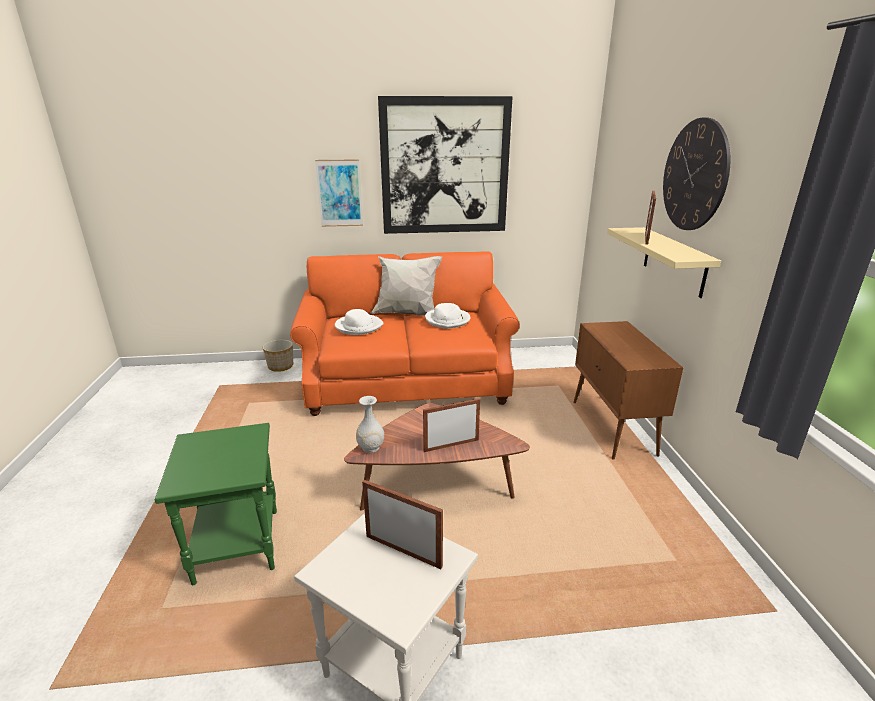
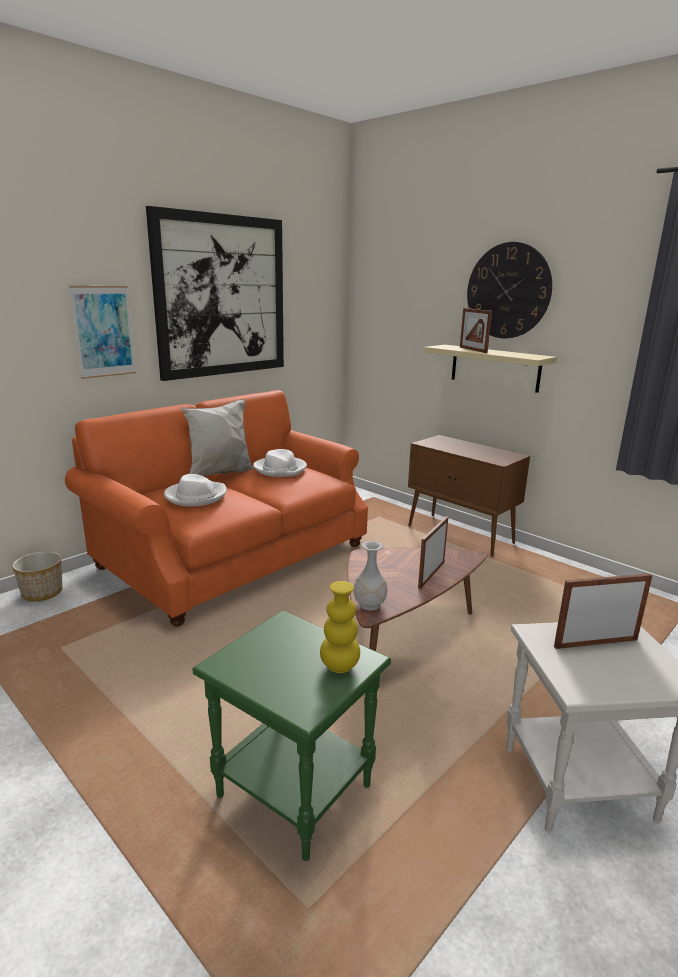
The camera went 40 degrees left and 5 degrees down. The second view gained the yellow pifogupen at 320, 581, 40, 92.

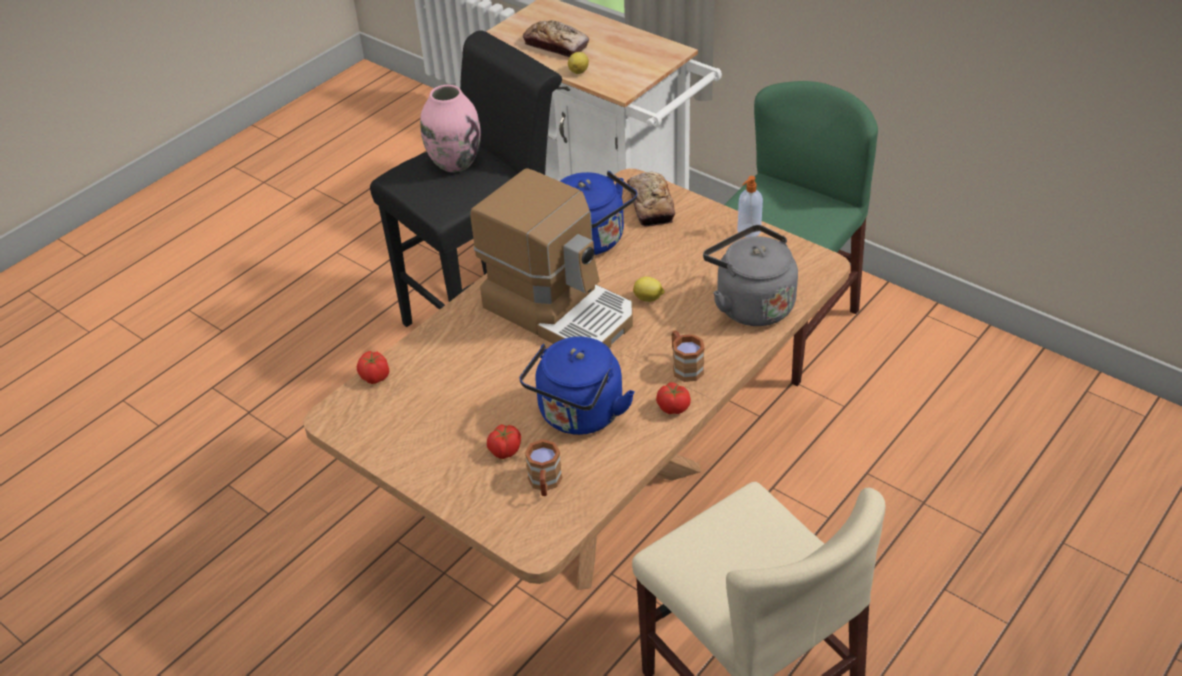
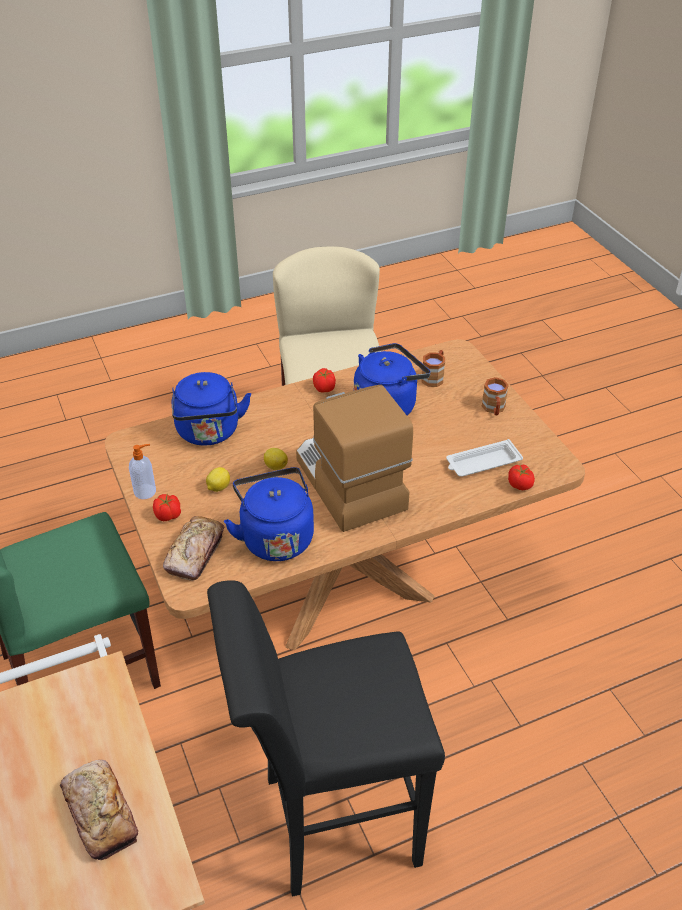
The camera went 155 degrees left and 0 degrees up. The second view lost the pink pifogupen at 420, 85, 61, 87. The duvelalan ended up elsewhere, having gone from 487, 424, 34, 35 to 153, 494, 28, 27. The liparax ended up elsewhere, having gone from 568, 52, 21, 22 to 206, 467, 24, 25. The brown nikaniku ended up elsewhere, having gone from 672, 330, 33, 52 to 482, 377, 27, 38. What was the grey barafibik at 703, 225, 95, 101 turned into the blue barafibik at 172, 372, 79, 74. The second view gained the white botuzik at 446, 439, 77, 38.

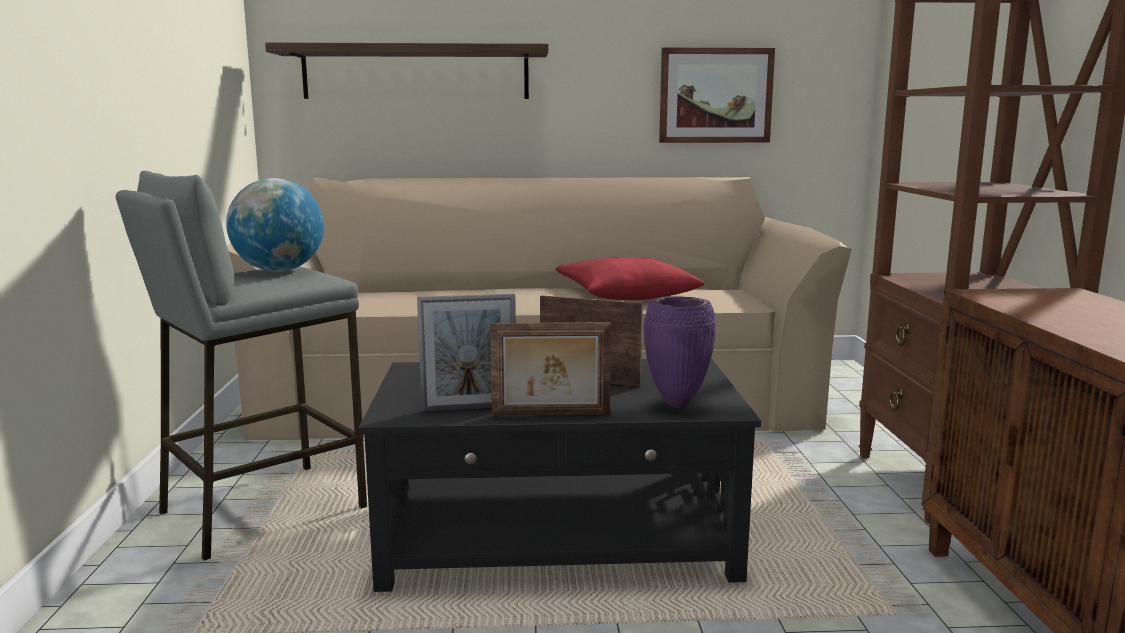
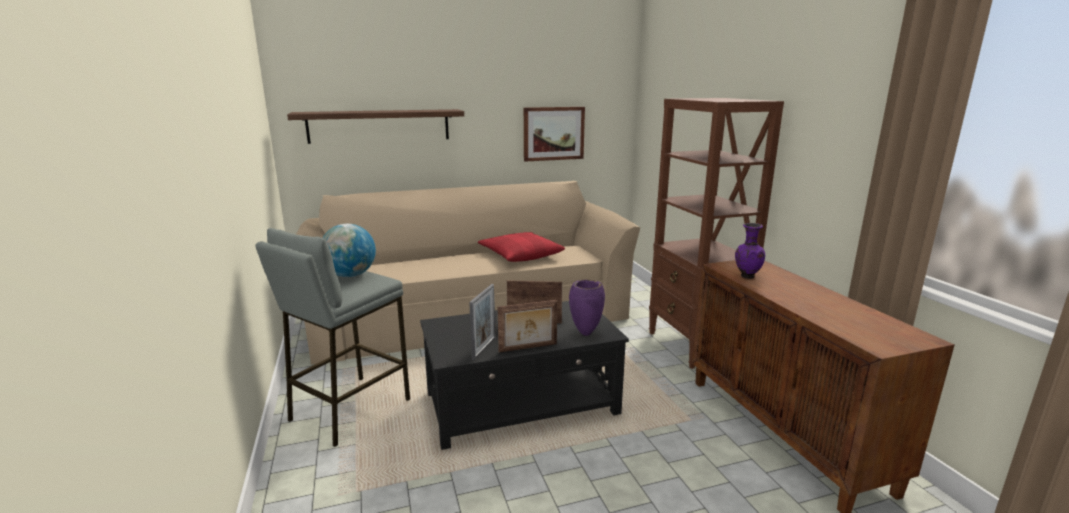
The camera went 15 degrees left and 5 degrees up. The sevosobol at 417, 293, 99, 119 ended up facing another way, 45 degrees counterclockwise from before. The second view gained the purple pifogupen at 735, 223, 30, 56.

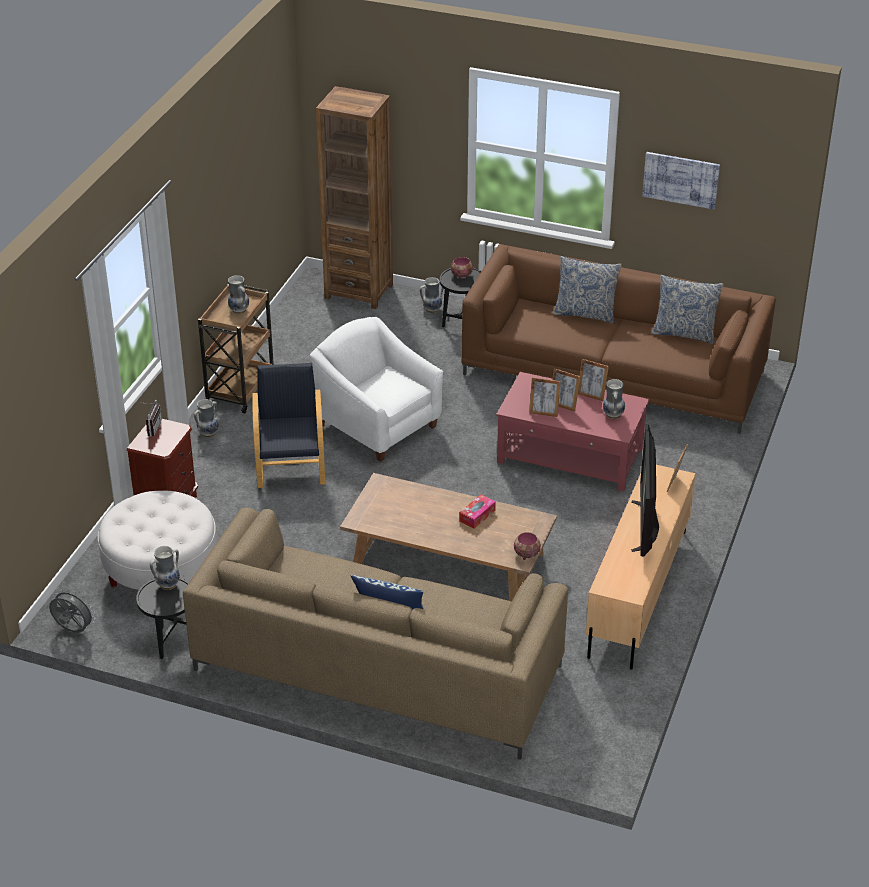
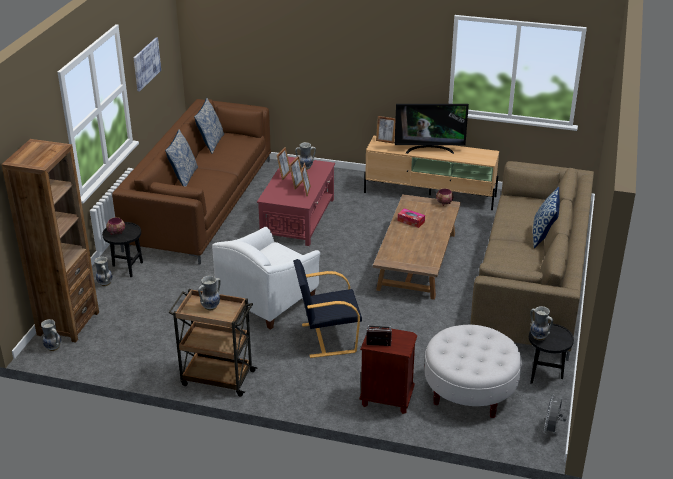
The camera went 95 degrees left and 5 degrees down. The pifogupen ended up elsewhere, having gone from 194, 399, 25, 38 to 41, 319, 20, 32.

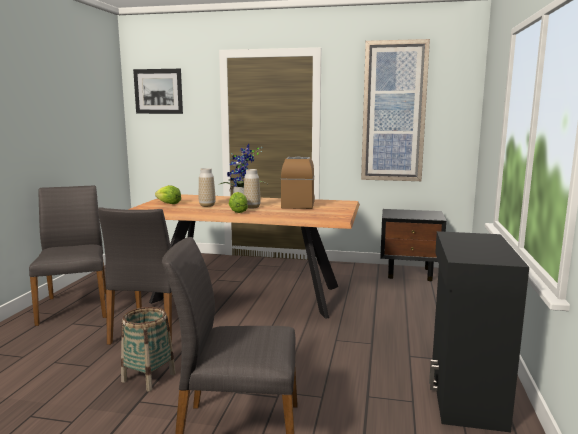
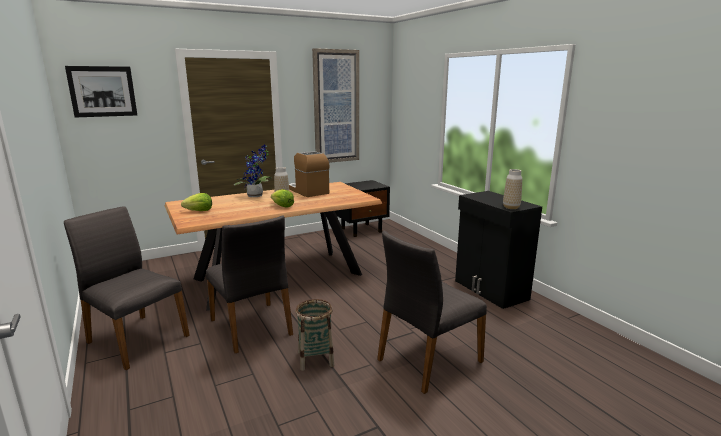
The camera went 40 degrees left and 5 degrees up. The pifogupen ended up elsewhere, having gone from 199, 168, 17, 39 to 503, 169, 19, 40.

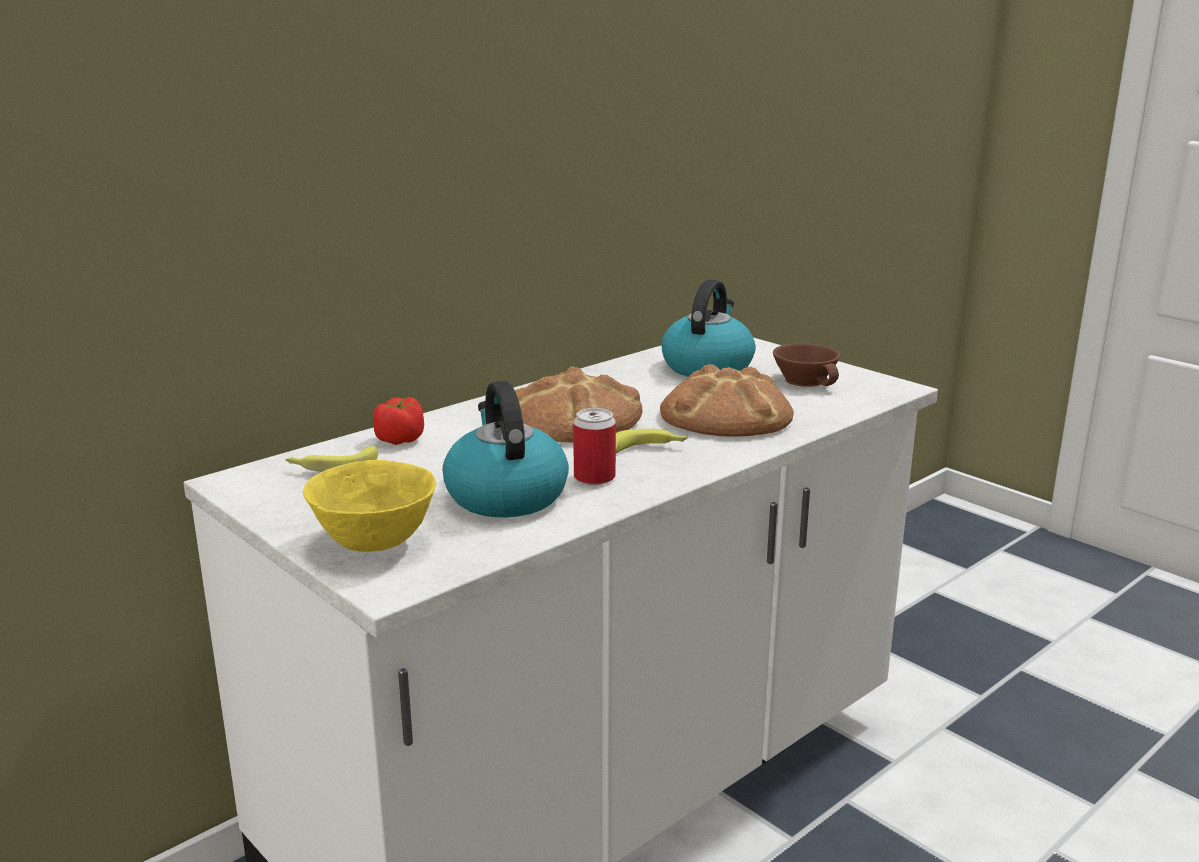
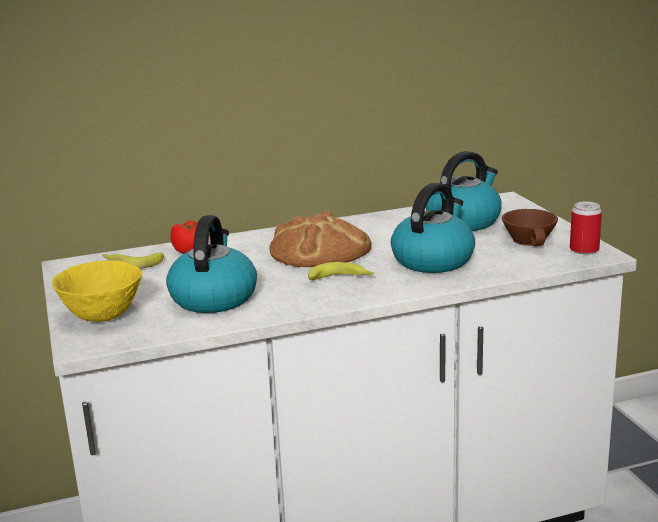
The camera went 25 degrees right and 0 degrees up. The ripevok ended up elsewhere, having gone from 573, 408, 43, 77 to 570, 202, 32, 52. Where the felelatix stood at 660, 364, 134, 73, the barafibik came to stand at 391, 183, 84, 90.

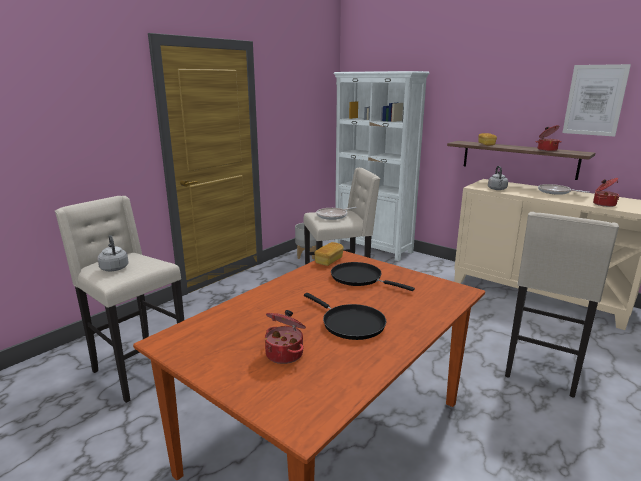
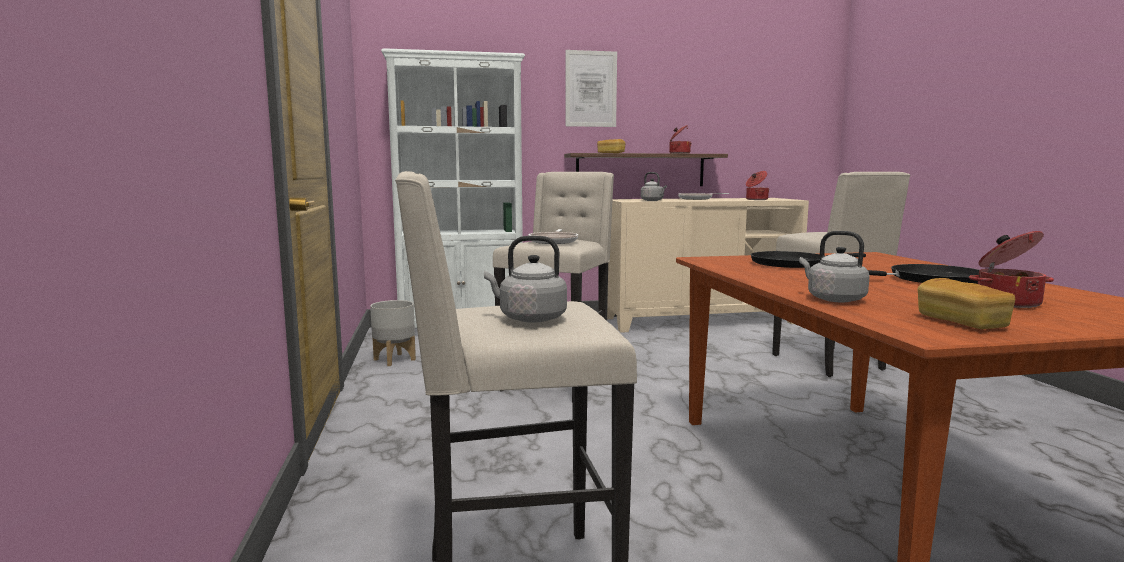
The camera went 50 degrees left and 10 degrees down. The felelatix ended up elsewhere, having gone from 315, 242, 29, 24 to 918, 278, 97, 51. The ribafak ended up elsewhere, having gone from 562, 64, 69, 73 to 565, 50, 52, 77. The second view gained the grey barafibik at 799, 231, 71, 72.

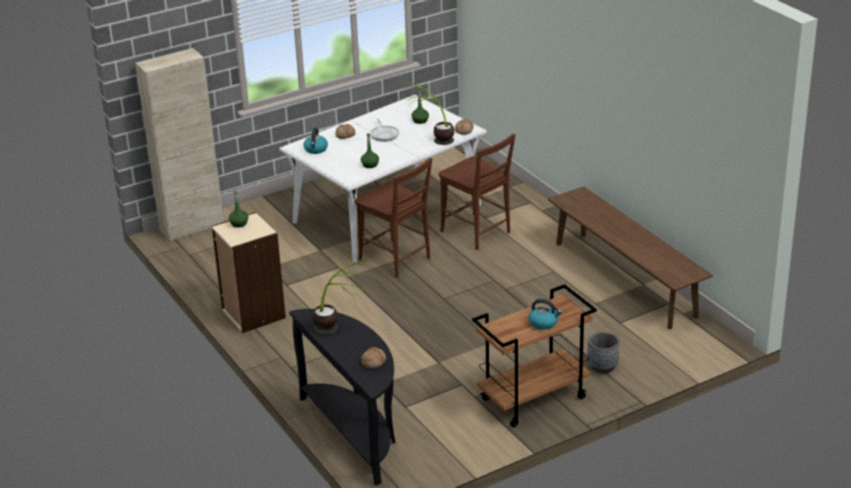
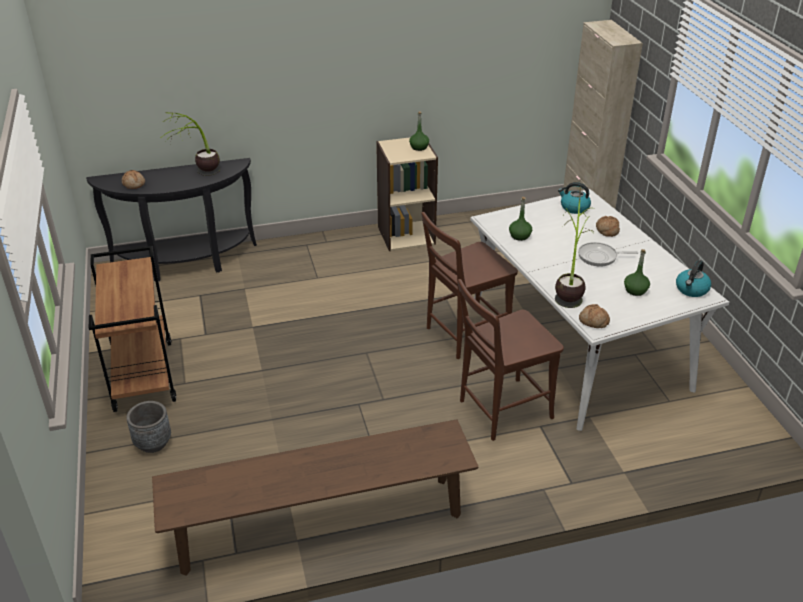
The camera went 105 degrees right and 5 degrees up. The barafibik ended up elsewhere, having gone from 528, 299, 34, 31 to 676, 260, 35, 37.

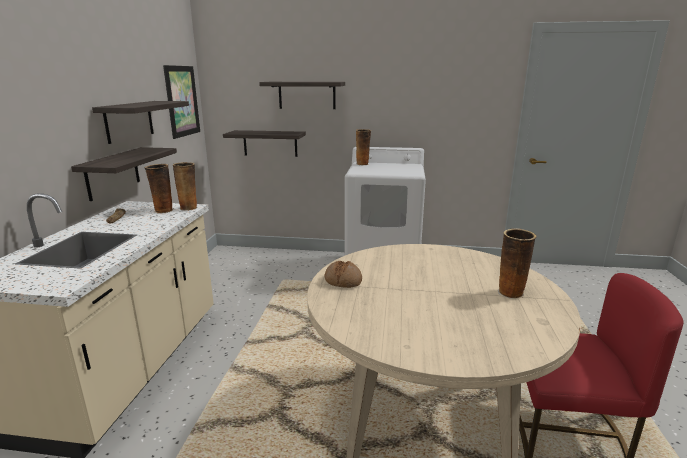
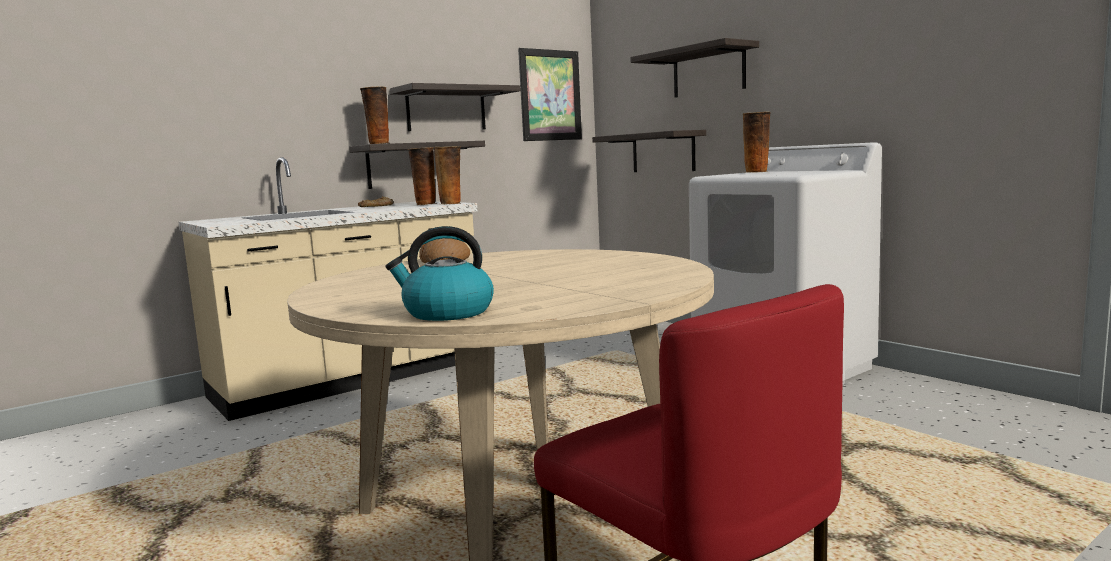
The camera went 45 degrees right and 10 degrees down. The pifogupen ended up elsewhere, having gone from 498, 228, 39, 71 to 360, 87, 29, 57. The second view gained the barafibik at 386, 226, 108, 95.

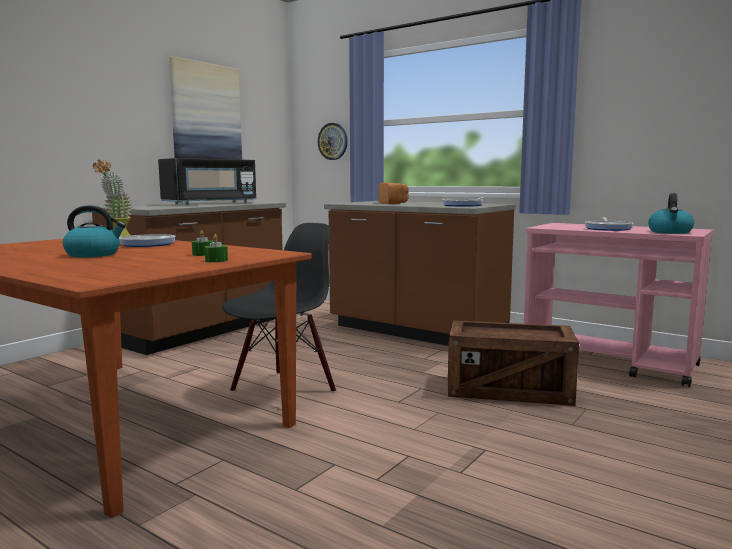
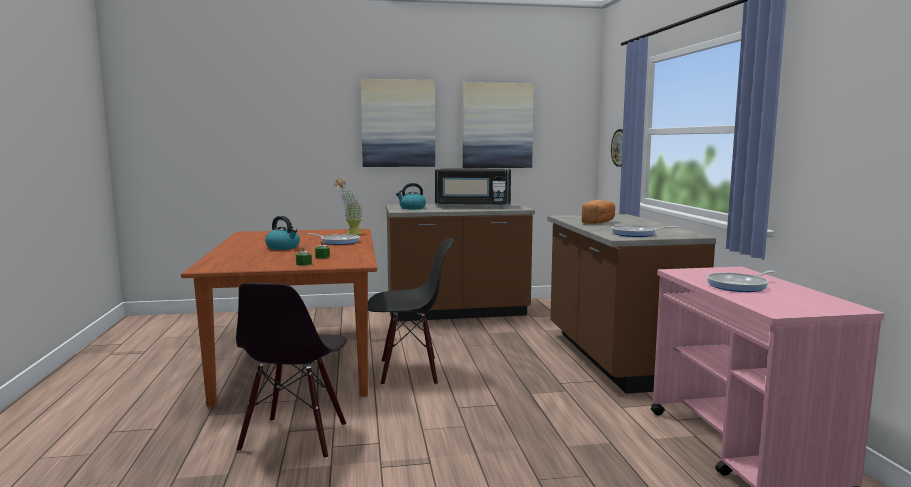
The camera went 45 degrees right and 0 degrees up. The second view lost the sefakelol at 448, 320, 131, 86. The barafibik ended up elsewhere, having gone from 648, 193, 46, 41 to 396, 183, 30, 26. The second view gained the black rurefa at 236, 283, 111, 176. The second view gained the ribafak at 360, 79, 75, 88.

